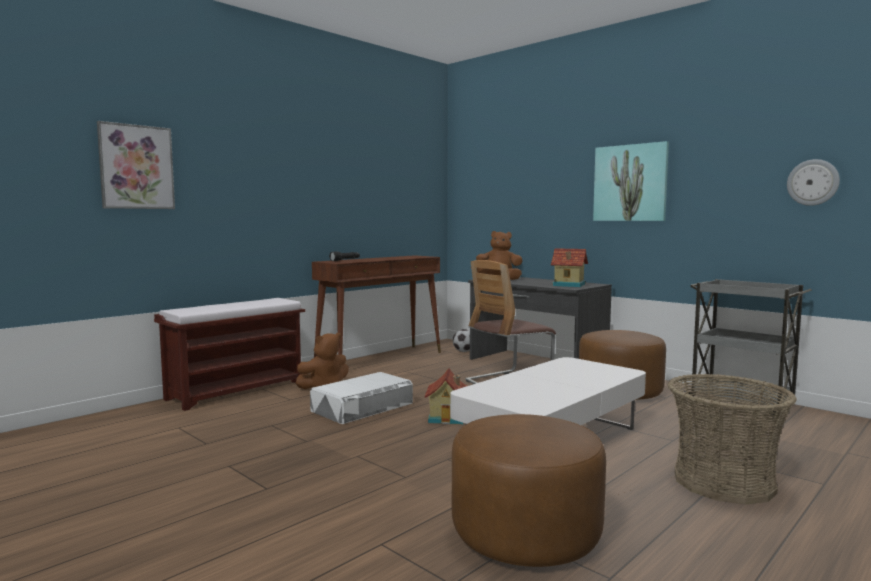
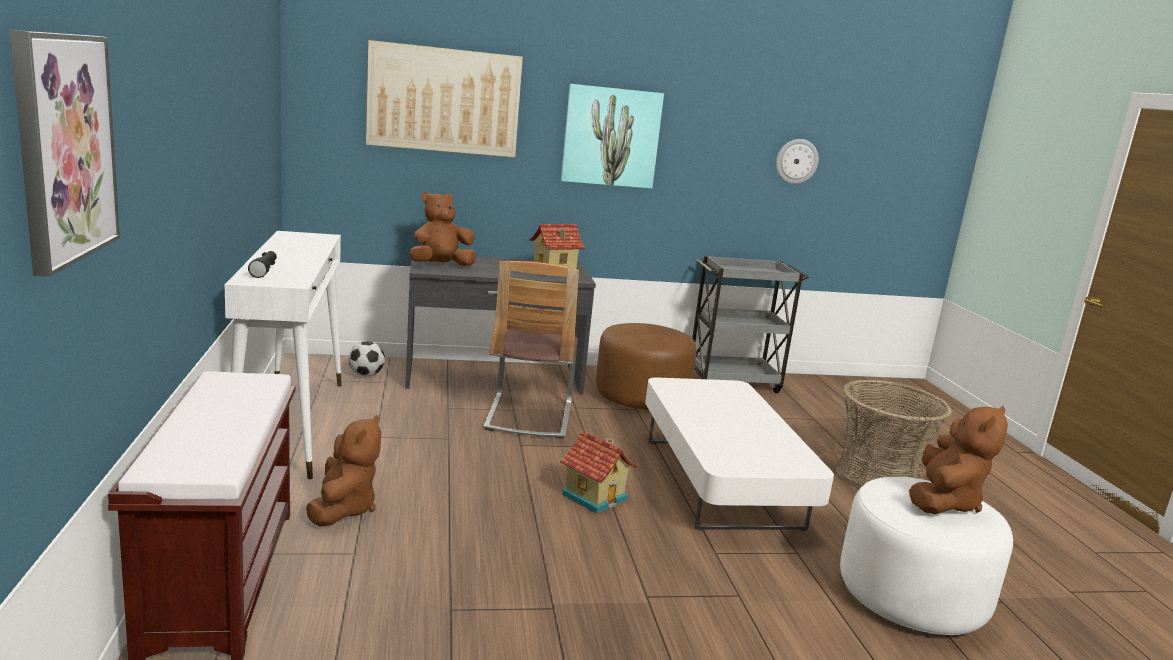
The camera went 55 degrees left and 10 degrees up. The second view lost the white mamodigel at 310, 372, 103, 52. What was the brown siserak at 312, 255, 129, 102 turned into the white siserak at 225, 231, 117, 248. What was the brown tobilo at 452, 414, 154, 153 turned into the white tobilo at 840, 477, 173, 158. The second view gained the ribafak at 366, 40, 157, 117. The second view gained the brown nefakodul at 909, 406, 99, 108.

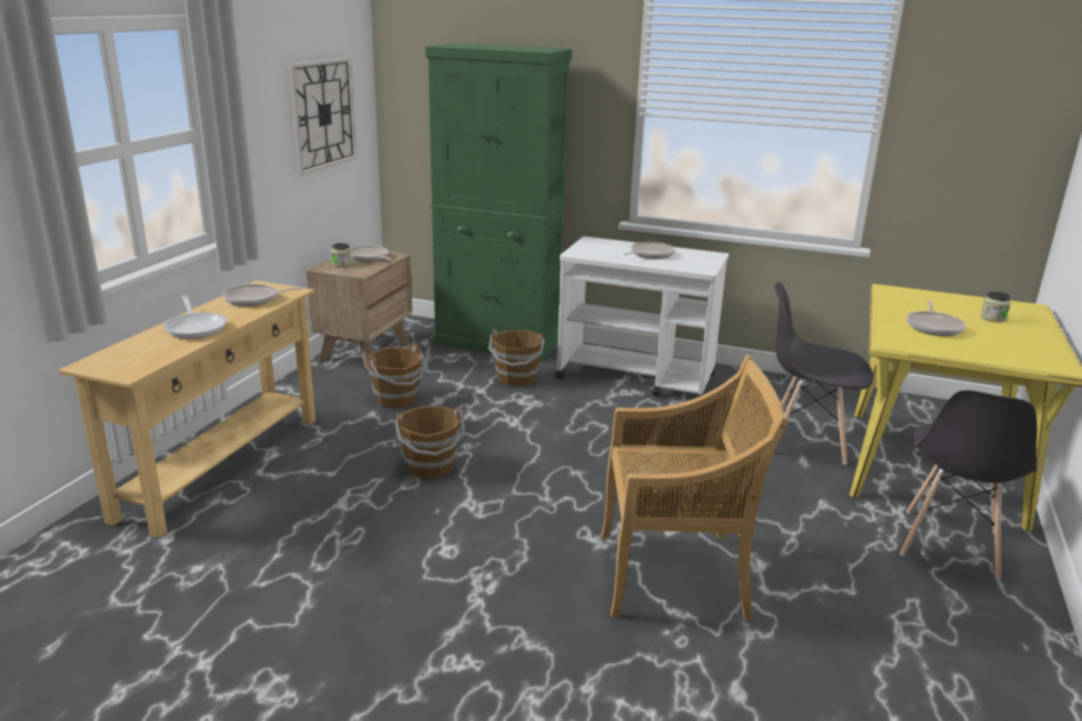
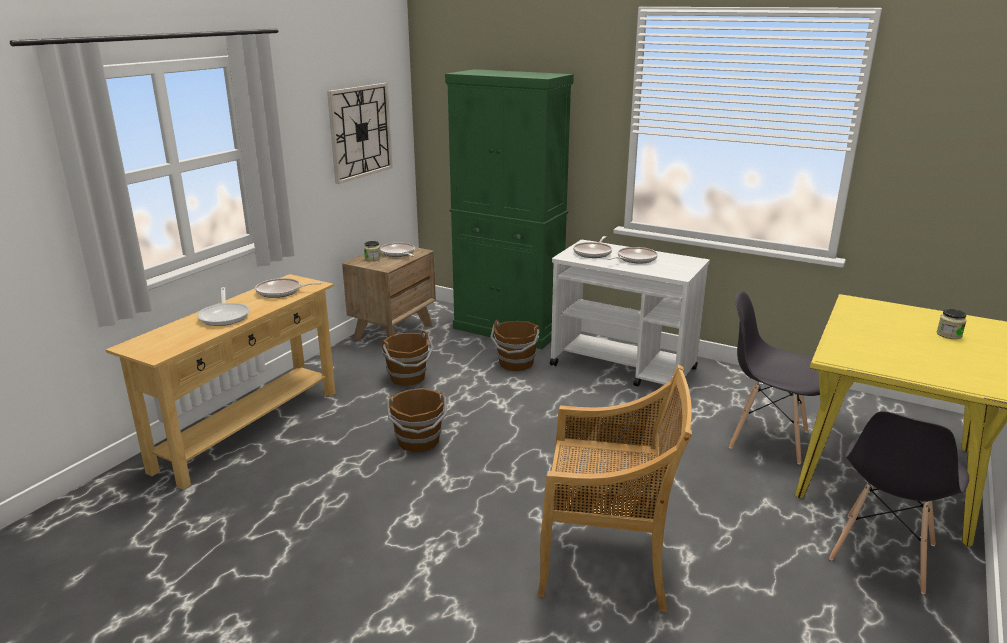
The camera went 10 degrees right and 0 degrees up. The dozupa ended up elsewhere, having gone from 907, 301, 59, 35 to 573, 236, 39, 22.

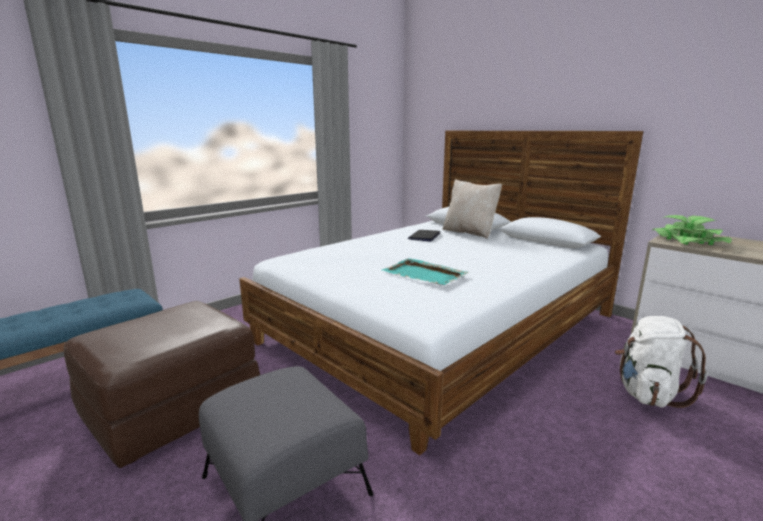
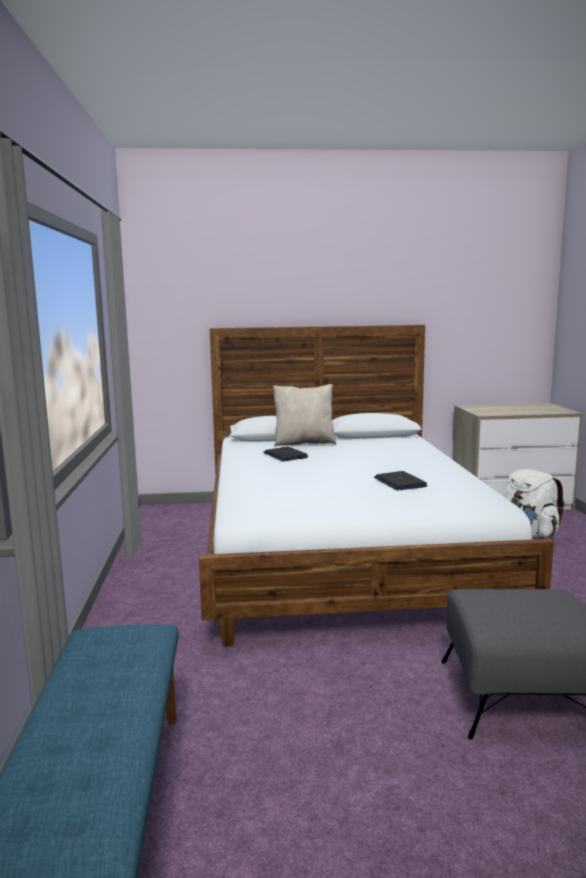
The camera went 50 degrees left and 5 degrees down. The second view lost the brown tobilo at 64, 301, 196, 167. Where the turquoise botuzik stood at 382, 258, 87, 27, the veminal came to stand at 374, 471, 54, 20. The second view lost the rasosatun at 652, 215, 80, 30.

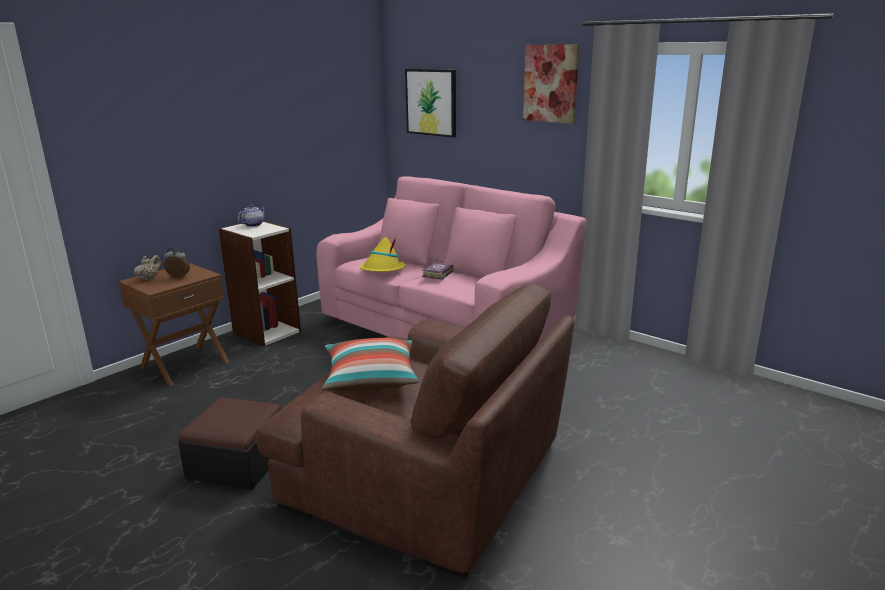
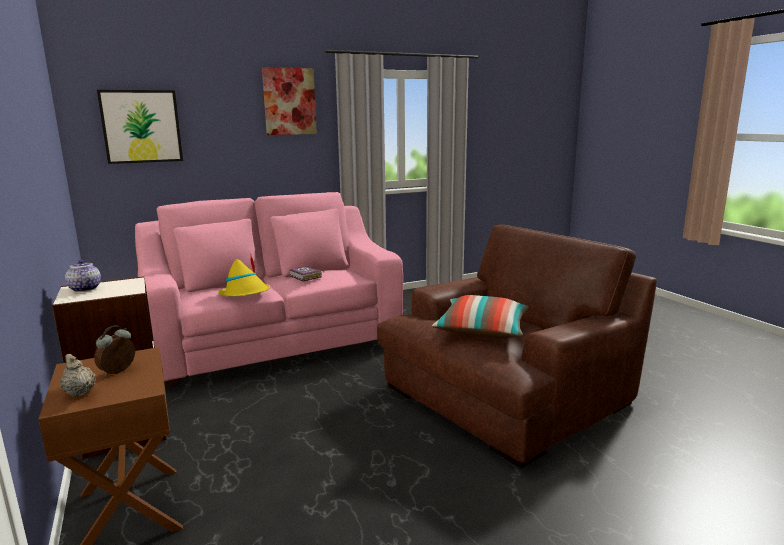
The camera went 65 degrees left and 5 degrees down. The second view lost the tobilo at 178, 397, 104, 93.

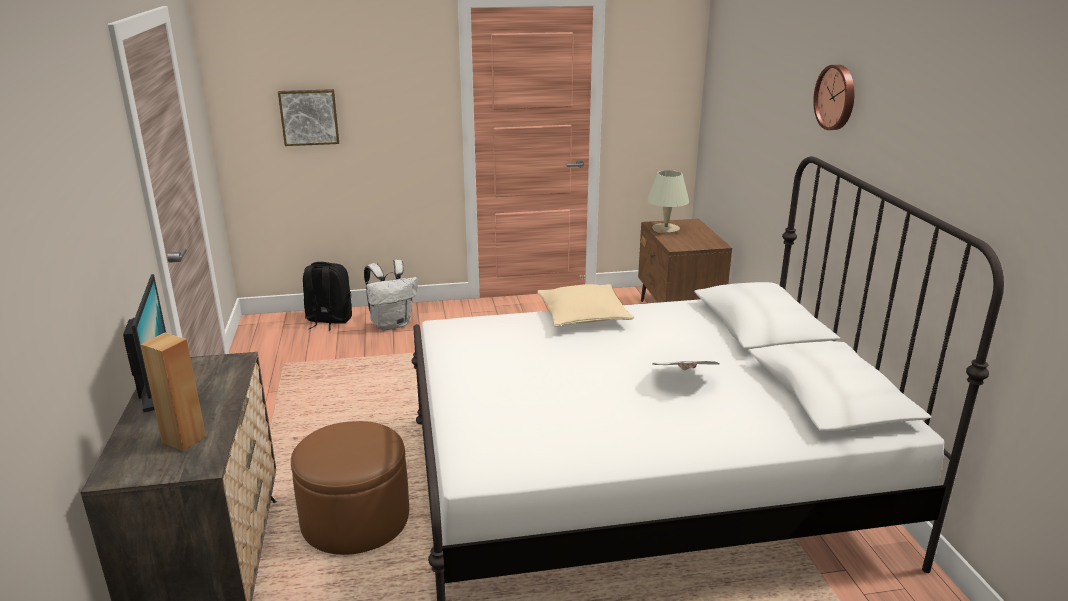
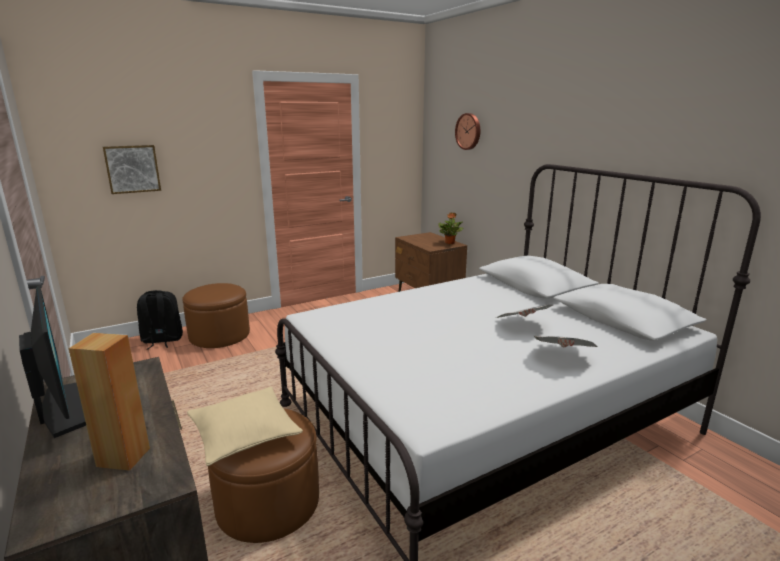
The camera went 20 degrees left and 5 degrees down. Where the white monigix stood at 364, 260, 53, 71, the brown tobilo came to stand at 182, 283, 68, 65. The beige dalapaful ended up elsewhere, having gone from 537, 284, 97, 43 to 187, 387, 116, 79. The second view lost the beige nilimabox at 647, 170, 42, 64. The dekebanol ended up elsewhere, having gone from 813, 65, 42, 65 to 455, 113, 25, 37. The second view gained the rasosatun at 438, 212, 25, 32. The second view gained the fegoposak at 534, 336, 64, 11.

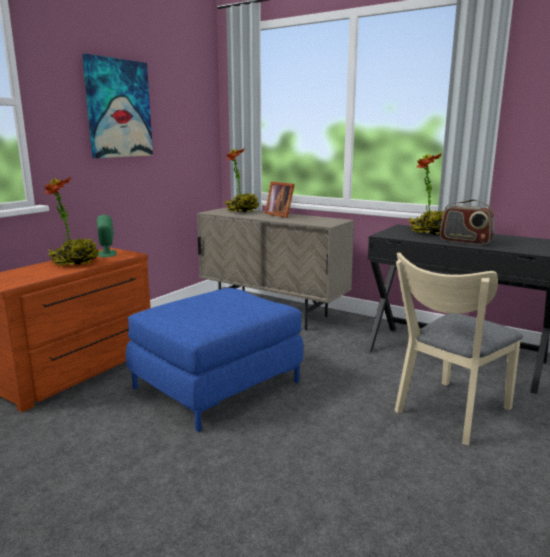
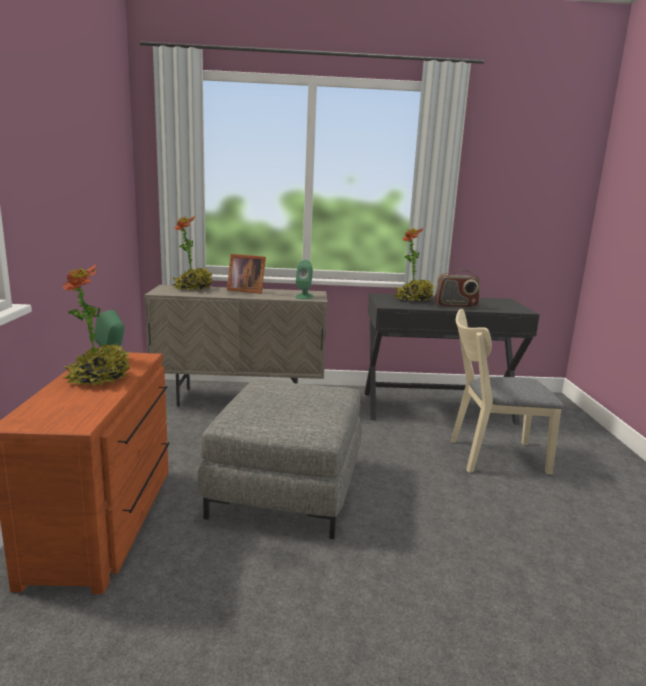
The camera went 35 degrees left and 0 degrees up. The second view lost the ribafak at 82, 54, 71, 104. What was the blue tobilo at 126, 288, 177, 144 turned into the grey tobilo at 198, 379, 164, 160. The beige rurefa at 395, 252, 128, 193 ended up facing another way, 75 degrees clockwise from before. The second view gained the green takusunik at 295, 260, 18, 39.

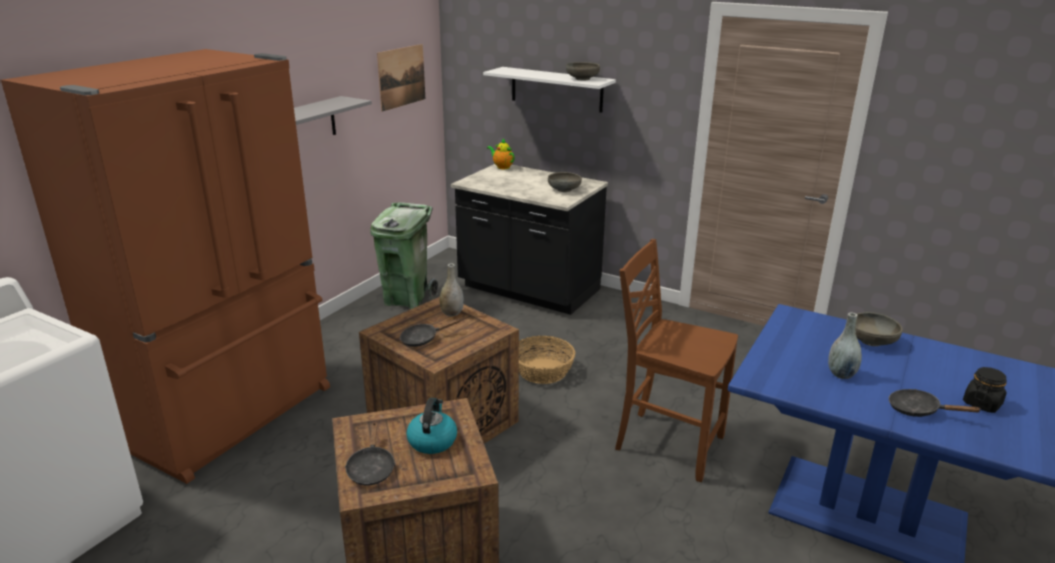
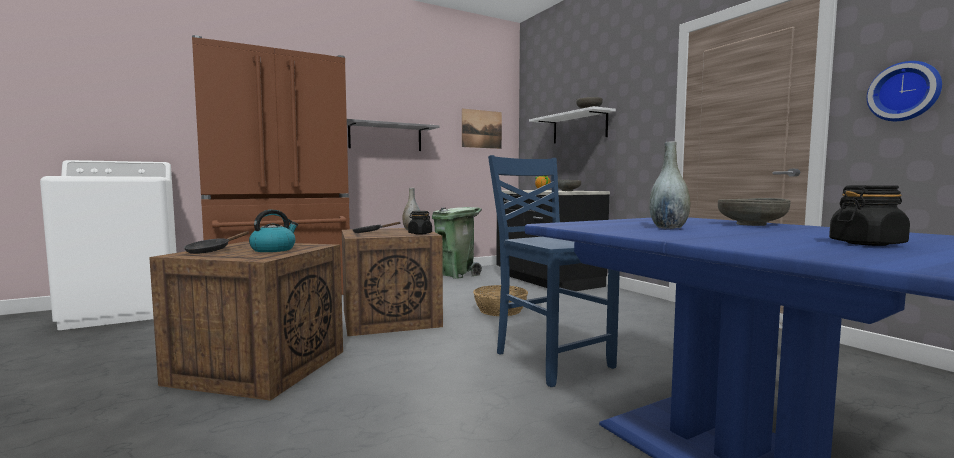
The camera went 30 degrees right and 20 degrees down. What was the brown rurefa at 615, 239, 123, 243 turned into the blue rurefa at 488, 155, 132, 232. The second view lost the black dozupa at 889, 389, 93, 28. The second view gained the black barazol at 408, 211, 24, 24. The second view gained the dekebanol at 867, 61, 75, 60.

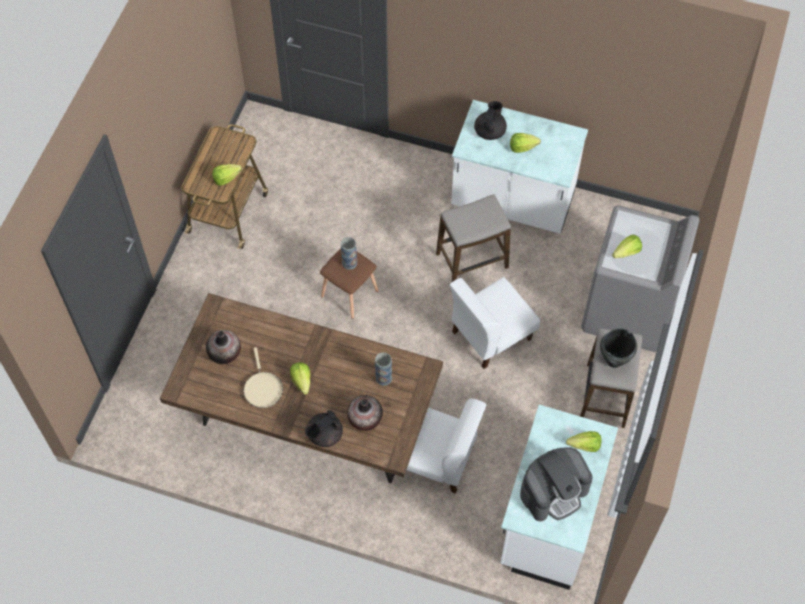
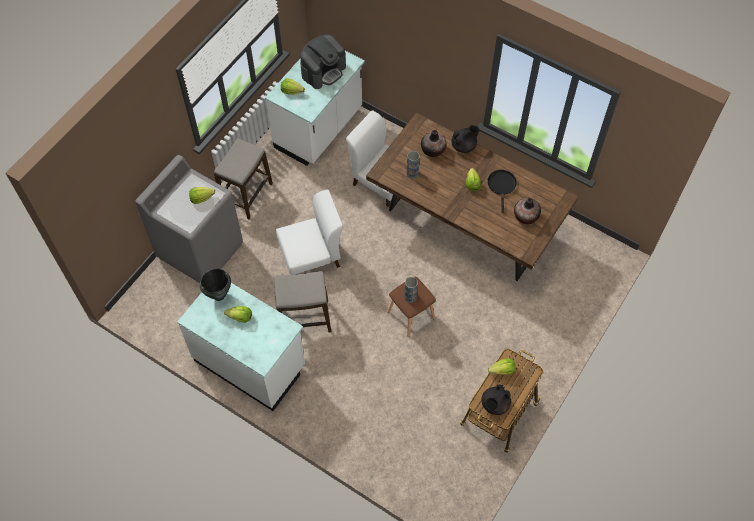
The camera went 165 degrees left and 0 degrees up. What was the beige dozupa at 243, 347, 40, 61 turned into the black dozupa at 487, 170, 30, 43. The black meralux ended up elsewhere, having gone from 474, 101, 33, 39 to 481, 384, 30, 31. The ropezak at 520, 447, 72, 74 ended up facing another way, 150 degrees clockwise from before. The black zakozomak ended up elsewhere, having gone from 600, 328, 37, 40 to 200, 269, 31, 32.

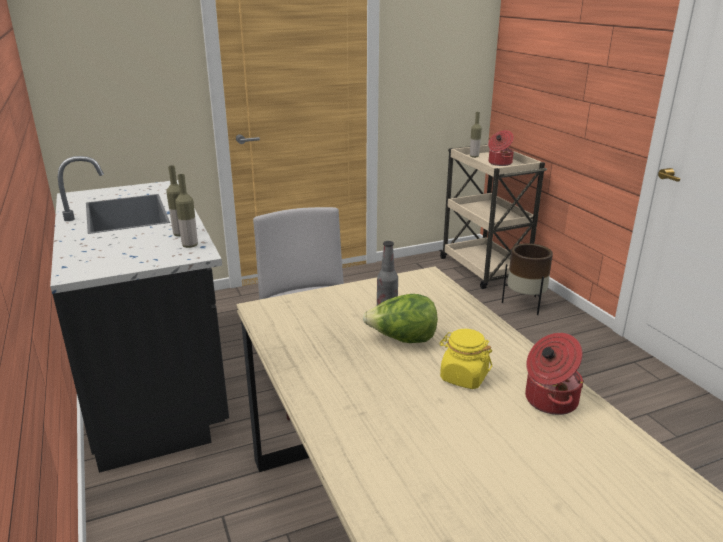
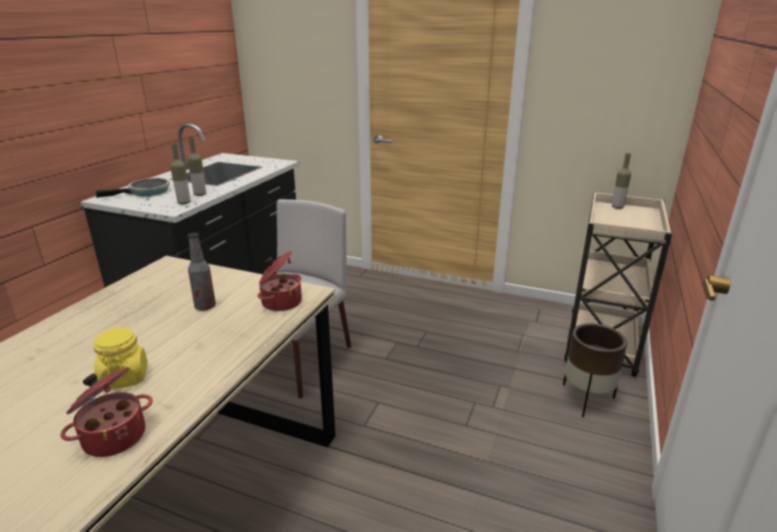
The camera went 45 degrees right and 0 degrees up. The second view lost the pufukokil at 363, 294, 75, 49. The zakozomak ended up elsewhere, having gone from 488, 130, 26, 36 to 257, 251, 45, 60. The second view gained the dozupa at 96, 178, 74, 20.

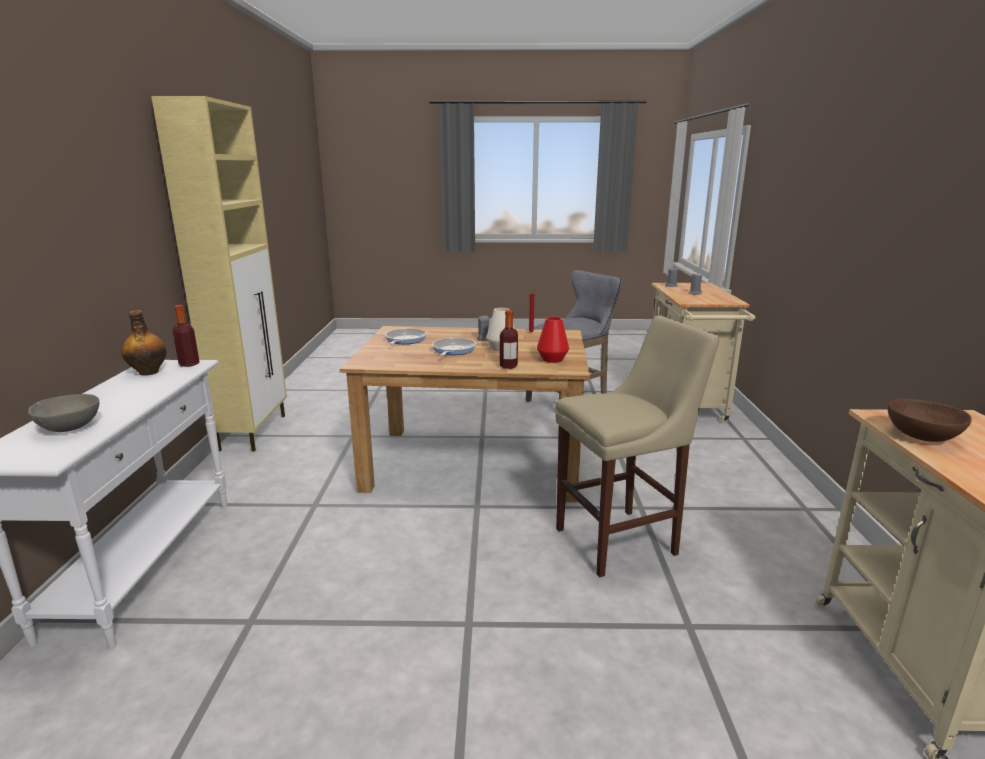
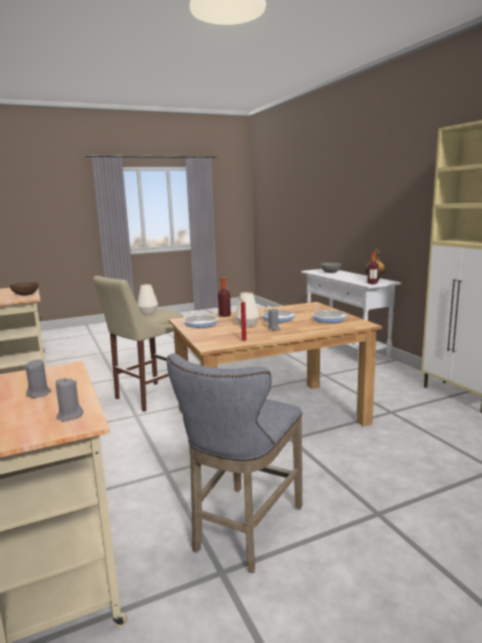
The camera went 155 degrees right and 5 degrees down. Where the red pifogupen stood at 537, 317, 32, 46, the dozupa came to stand at 184, 311, 34, 17. The second view gained the white pifogupen at 137, 284, 21, 30.

